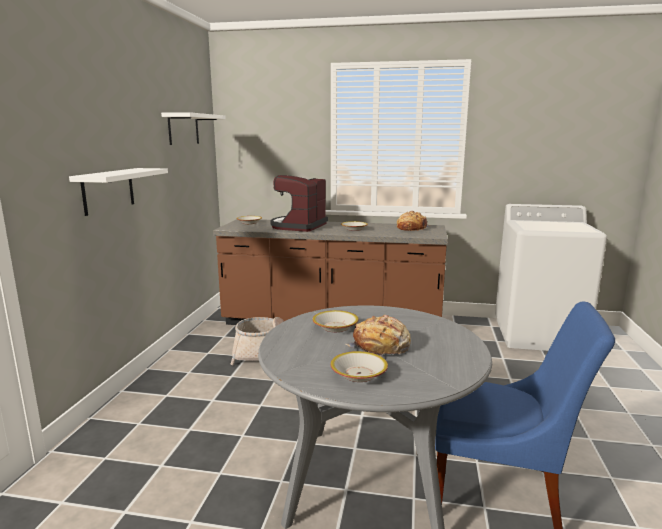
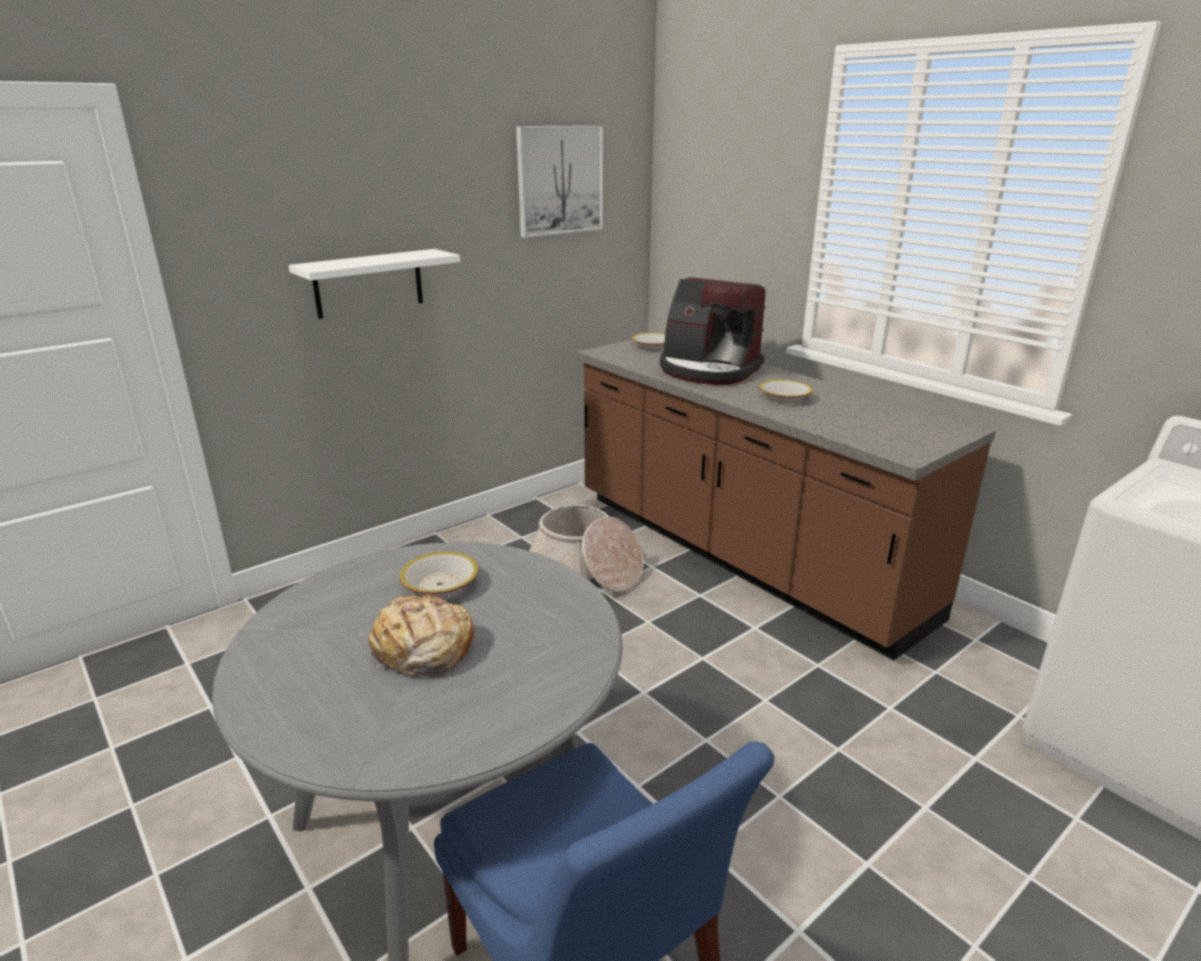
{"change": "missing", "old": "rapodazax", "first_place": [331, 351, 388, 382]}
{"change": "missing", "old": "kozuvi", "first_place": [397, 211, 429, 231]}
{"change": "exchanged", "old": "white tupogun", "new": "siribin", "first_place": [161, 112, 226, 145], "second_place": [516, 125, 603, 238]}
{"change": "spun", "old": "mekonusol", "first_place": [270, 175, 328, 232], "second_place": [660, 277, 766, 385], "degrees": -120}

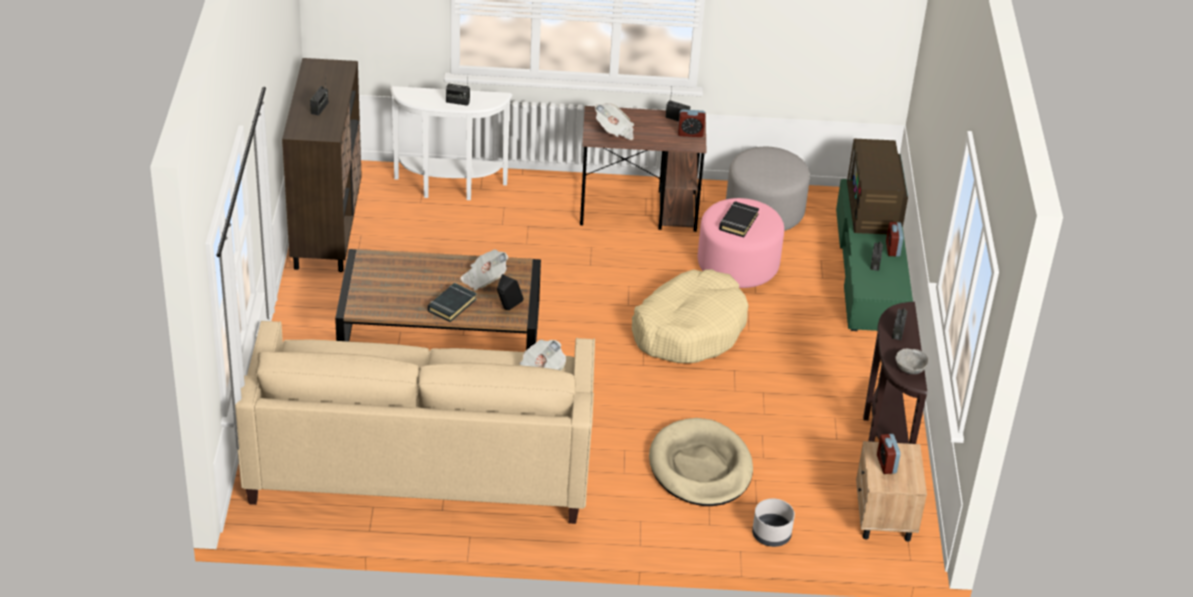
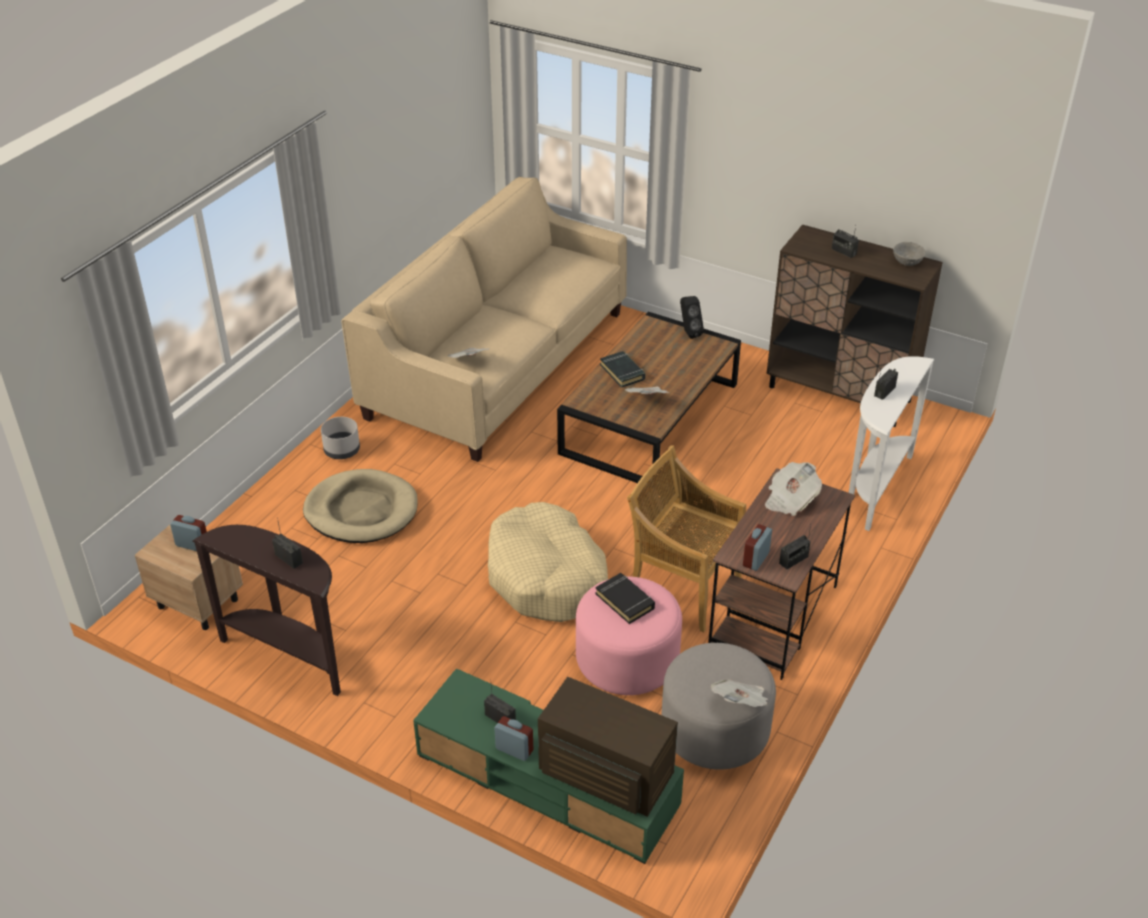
{"change": "appeared", "new": "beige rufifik", "second_place": [627, 445, 746, 632]}
{"change": "appeared", "new": "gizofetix", "second_place": [711, 679, 768, 707]}
{"change": "relocated", "old": "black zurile", "first_place": [497, 274, 524, 310], "second_place": [680, 296, 704, 339]}
{"change": "relocated", "old": "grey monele", "first_place": [752, 499, 795, 547], "second_place": [321, 417, 360, 459]}
{"change": "relocated", "old": "grey rapodazax", "first_place": [896, 348, 929, 374], "second_place": [893, 242, 925, 266]}

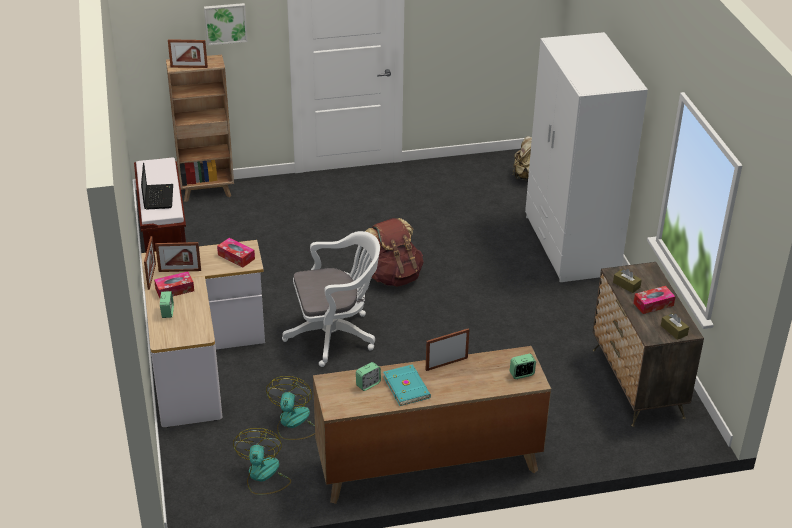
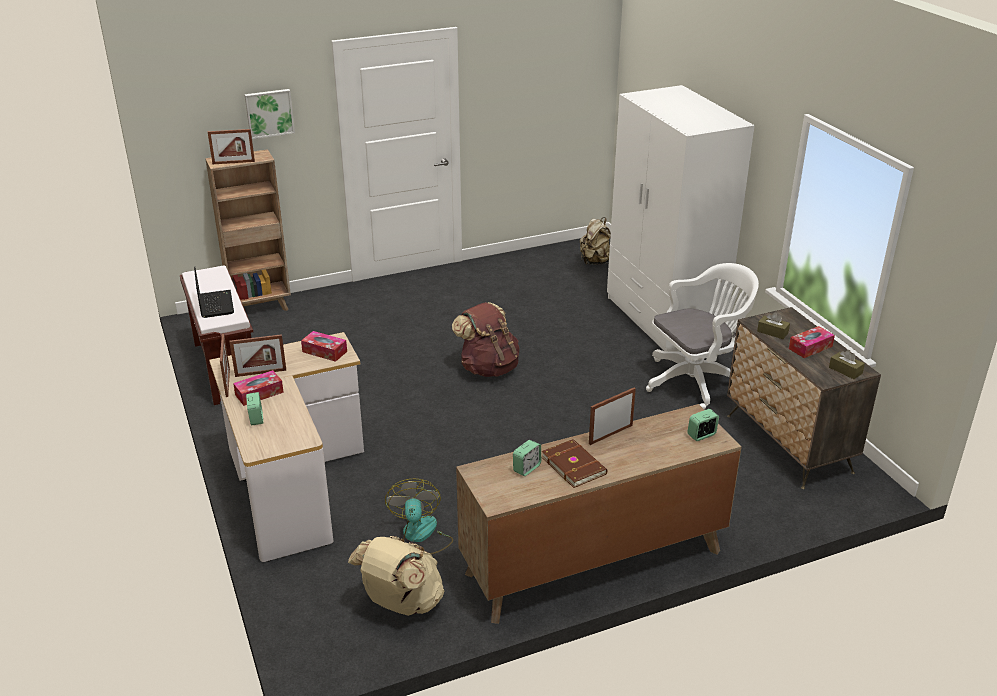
{"change": "relocated", "old": "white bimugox", "first_place": [282, 231, 380, 367], "second_place": [646, 263, 759, 410]}
{"change": "exchanged", "old": "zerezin", "new": "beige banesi", "first_place": [233, 428, 291, 495], "second_place": [348, 536, 445, 616]}
{"change": "colour", "old": "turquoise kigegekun", "new": "brown kigegekun", "first_place": [383, 364, 431, 406], "second_place": [541, 439, 607, 488]}

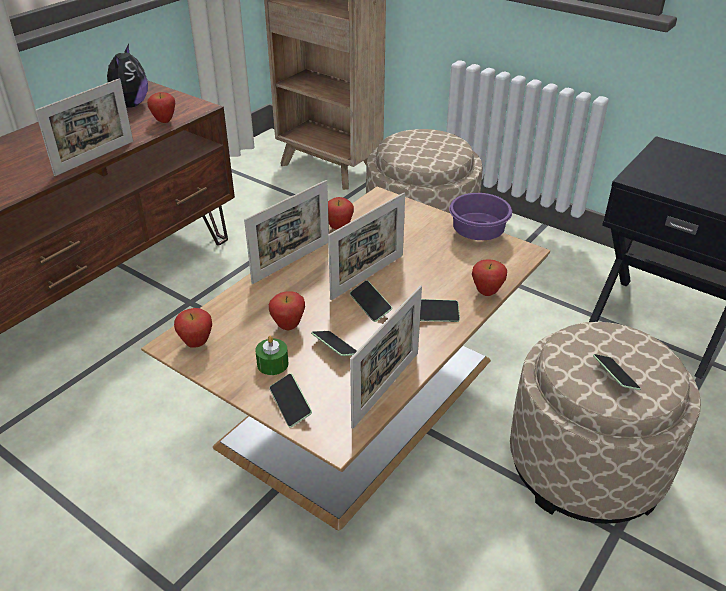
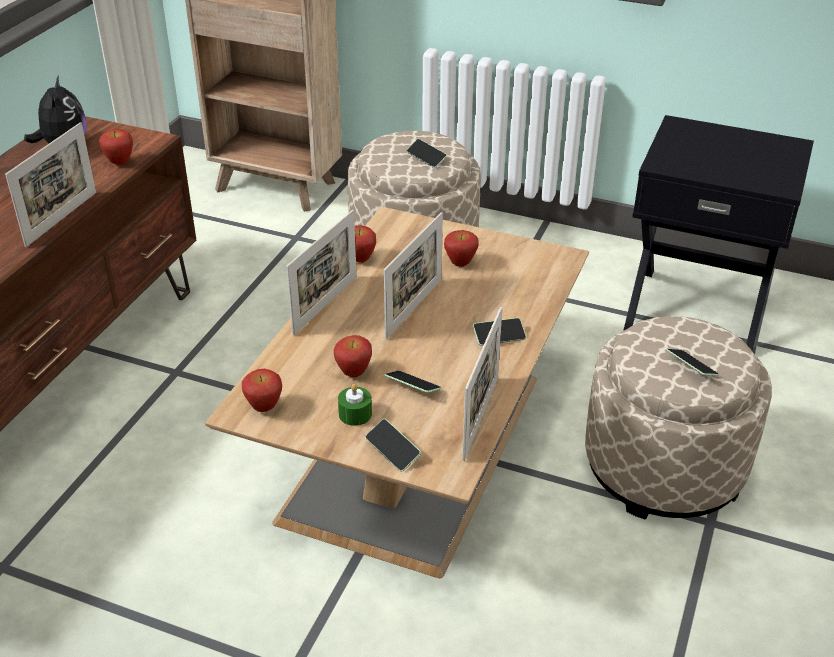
{"change": "missing", "old": "purple rapodazax", "first_place": [449, 193, 512, 240]}
{"change": "relocated", "old": "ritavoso", "first_place": [350, 280, 392, 322], "second_place": [406, 139, 447, 168]}
{"change": "relocated", "old": "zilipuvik", "first_place": [472, 259, 507, 296], "second_place": [444, 230, 479, 267]}

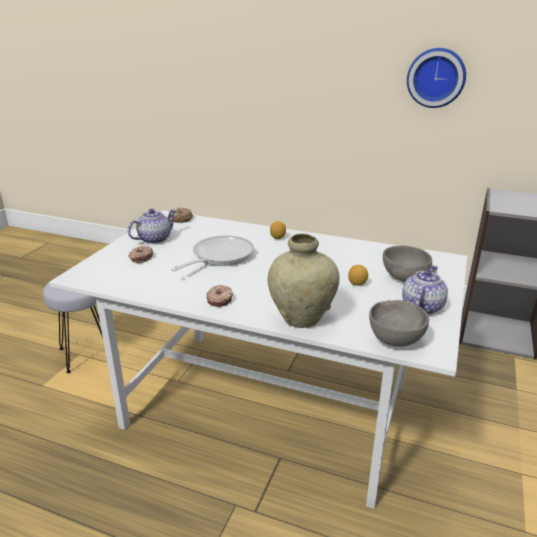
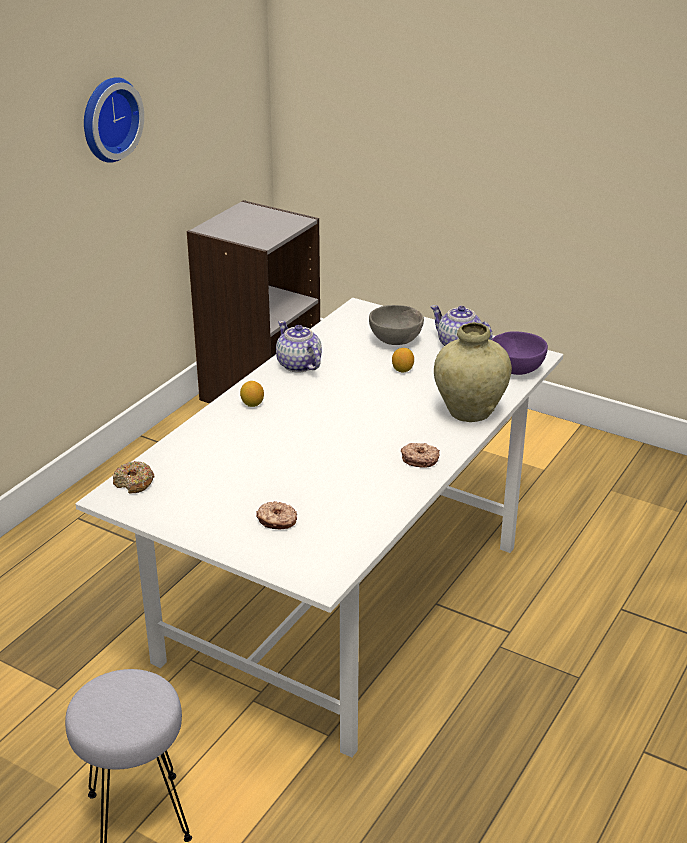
{"change": "missing", "old": "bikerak", "first_place": [170, 235, 254, 272]}
{"change": "relocated", "old": "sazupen", "first_place": [128, 209, 177, 244], "second_place": [276, 321, 322, 373]}
{"change": "colour", "old": "grey rapodazax", "new": "purple rapodazax", "first_place": [369, 300, 429, 347], "second_place": [492, 331, 548, 375]}

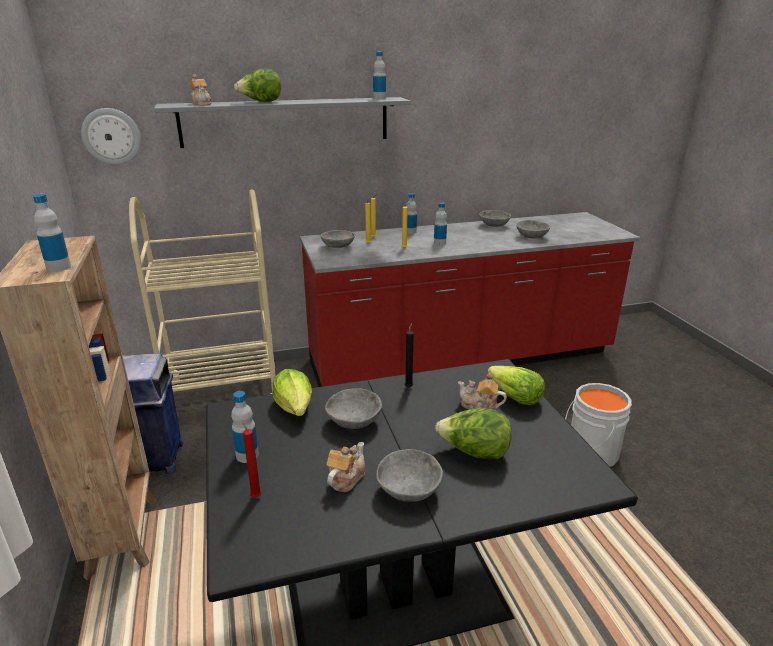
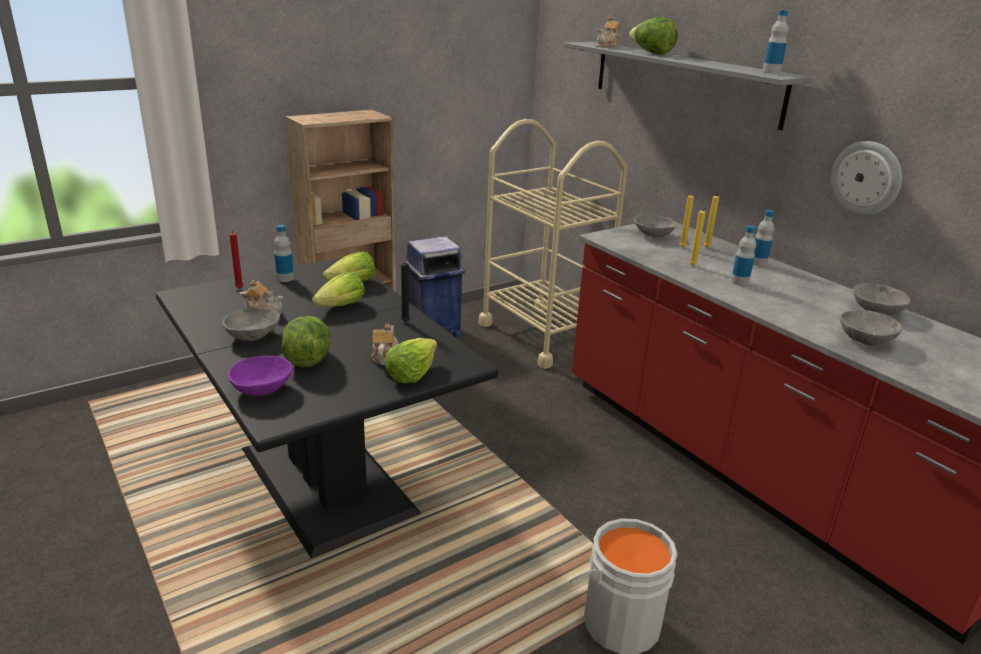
{"change": "missing", "old": "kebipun", "first_place": [33, 194, 71, 272]}
{"change": "appeared", "new": "purple rapodazax", "second_place": [228, 355, 293, 396]}
{"change": "relocated", "old": "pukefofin", "first_place": [81, 108, 141, 165], "second_place": [831, 141, 902, 215]}
{"change": "exchanged", "old": "grey rapodazax", "new": "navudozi", "first_place": [325, 388, 382, 429], "second_place": [312, 272, 365, 307]}

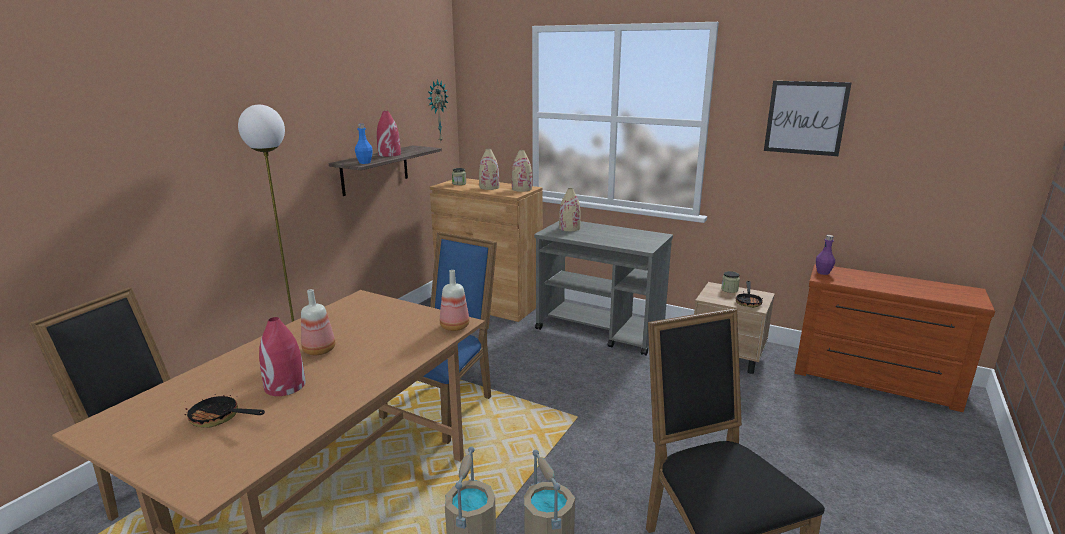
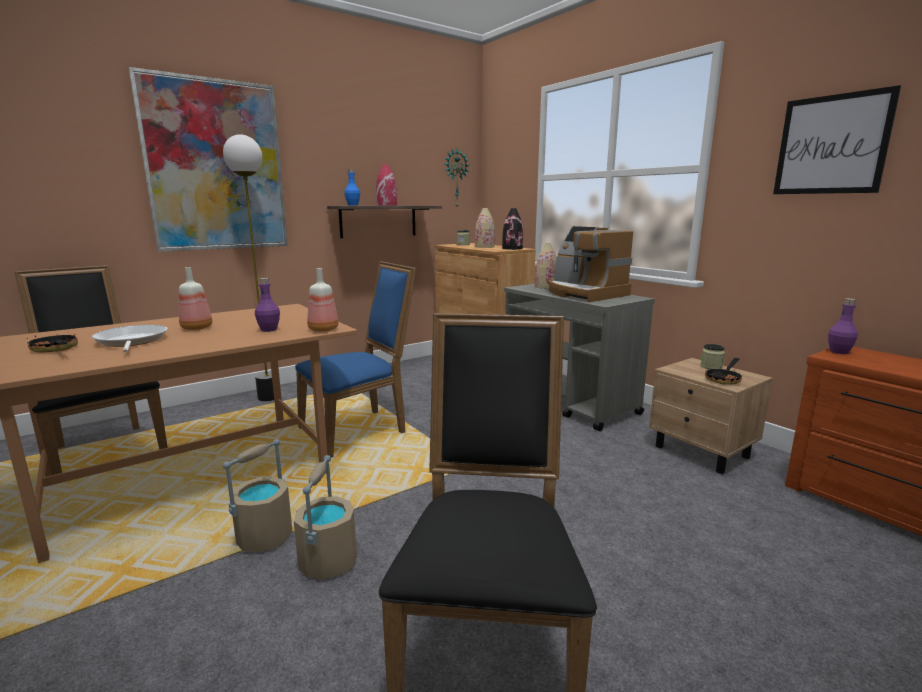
{"change": "appeared", "new": "siribin", "second_place": [129, 67, 288, 252]}
{"change": "appeared", "new": "purple kebipun", "second_place": [255, 278, 280, 332]}
{"change": "appeared", "new": "mekonusol", "second_place": [547, 226, 633, 302]}
{"change": "exchanged", "old": "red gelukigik", "new": "bikerak", "first_place": [259, 317, 306, 396], "second_place": [92, 325, 168, 353]}
{"change": "colour", "old": "beige gelukigik", "new": "black gelukigik", "first_place": [512, 150, 532, 192], "second_place": [502, 208, 523, 250]}

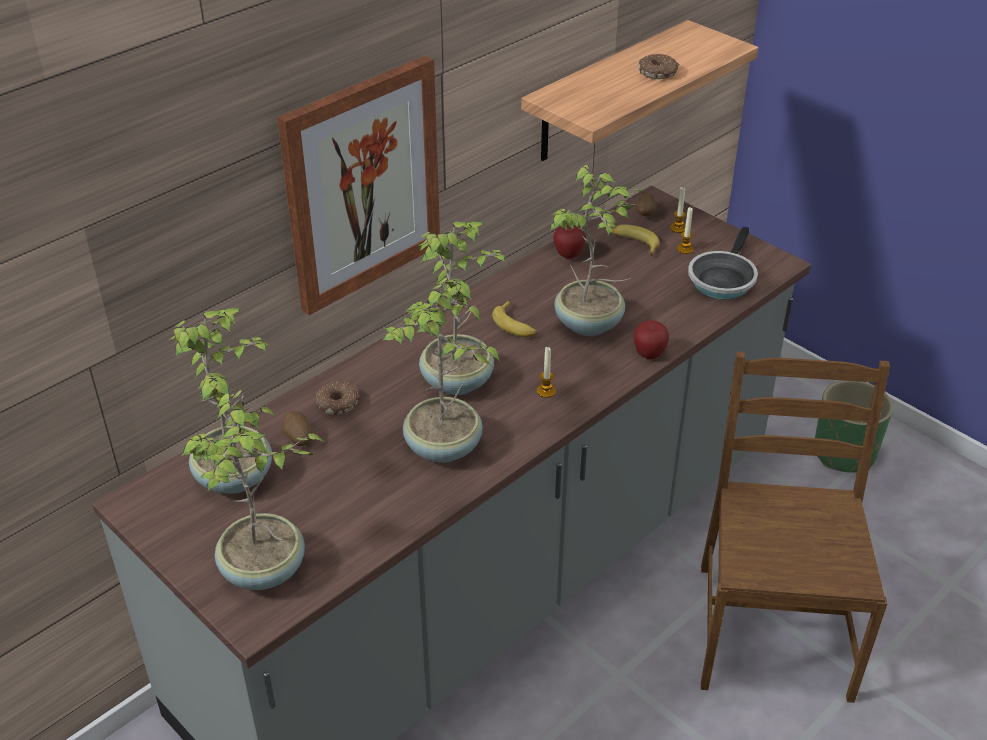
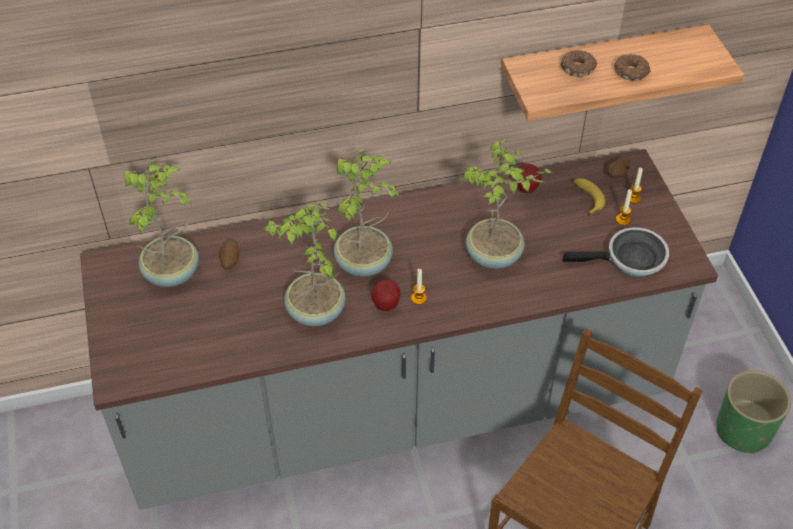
{"change": "missing", "old": "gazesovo", "first_place": [182, 390, 326, 590]}
{"change": "missing", "old": "siribin", "first_place": [277, 56, 440, 315]}
{"change": "missing", "old": "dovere", "first_place": [492, 300, 538, 338]}
{"change": "relocated", "old": "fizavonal", "first_place": [316, 381, 360, 415], "second_place": [561, 50, 597, 77]}
{"change": "relocated", "old": "zilipuvik", "first_place": [634, 320, 669, 359], "second_place": [371, 279, 400, 311]}
{"change": "spun", "old": "bikerak", "first_place": [688, 227, 758, 299], "second_place": [562, 227, 669, 277], "degrees": -150}

